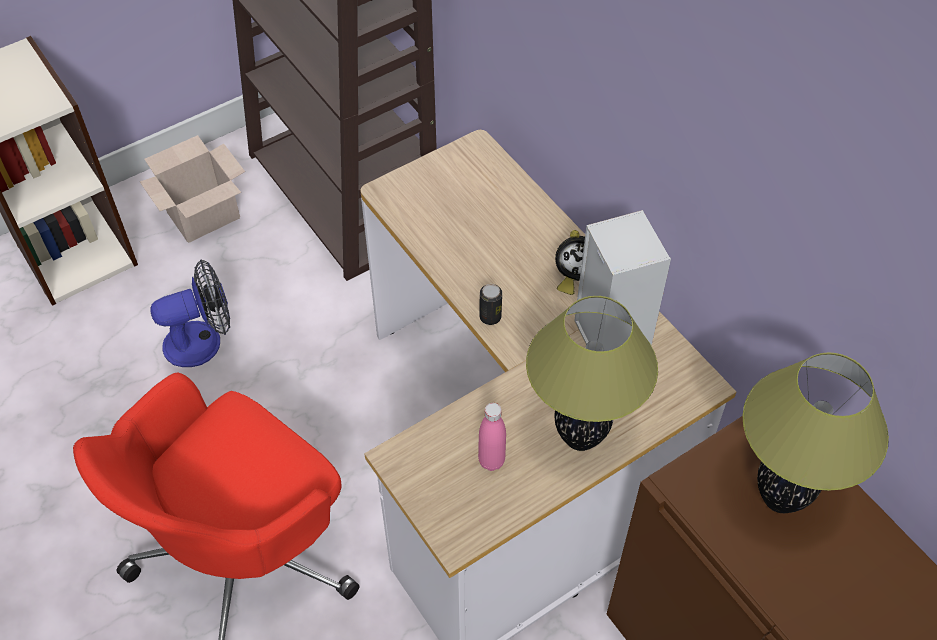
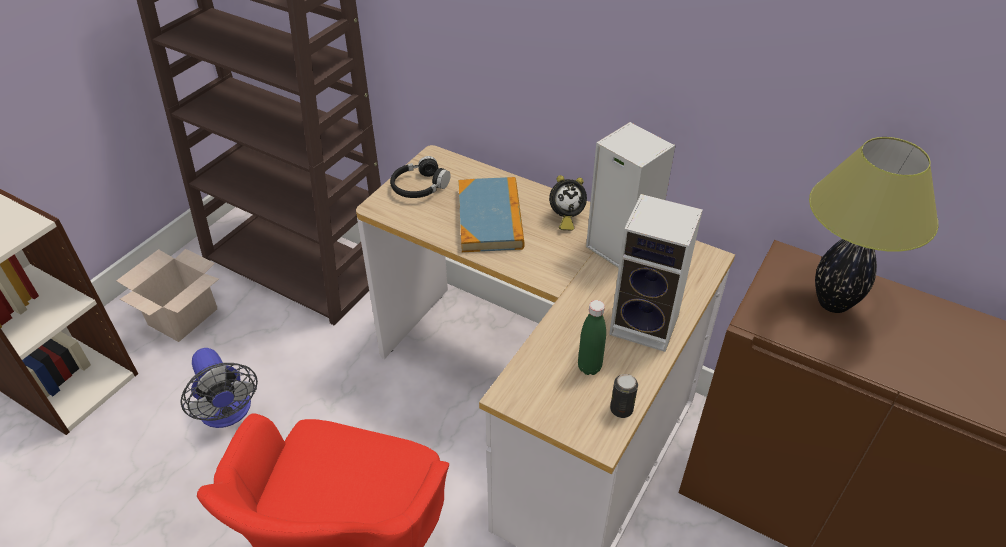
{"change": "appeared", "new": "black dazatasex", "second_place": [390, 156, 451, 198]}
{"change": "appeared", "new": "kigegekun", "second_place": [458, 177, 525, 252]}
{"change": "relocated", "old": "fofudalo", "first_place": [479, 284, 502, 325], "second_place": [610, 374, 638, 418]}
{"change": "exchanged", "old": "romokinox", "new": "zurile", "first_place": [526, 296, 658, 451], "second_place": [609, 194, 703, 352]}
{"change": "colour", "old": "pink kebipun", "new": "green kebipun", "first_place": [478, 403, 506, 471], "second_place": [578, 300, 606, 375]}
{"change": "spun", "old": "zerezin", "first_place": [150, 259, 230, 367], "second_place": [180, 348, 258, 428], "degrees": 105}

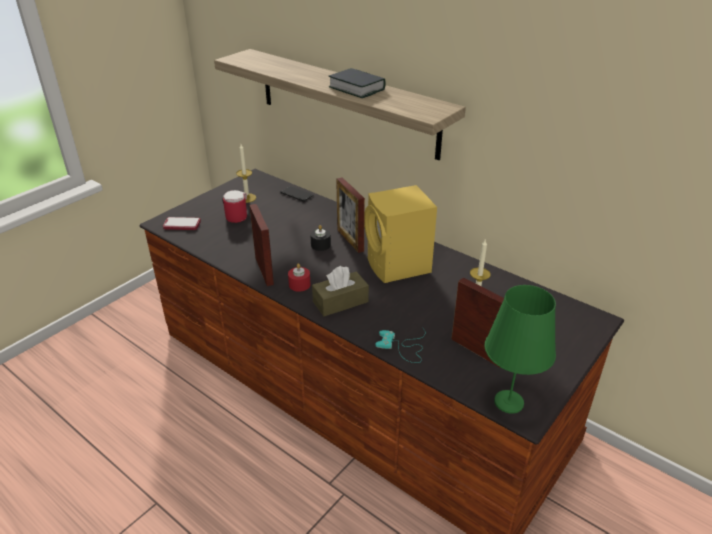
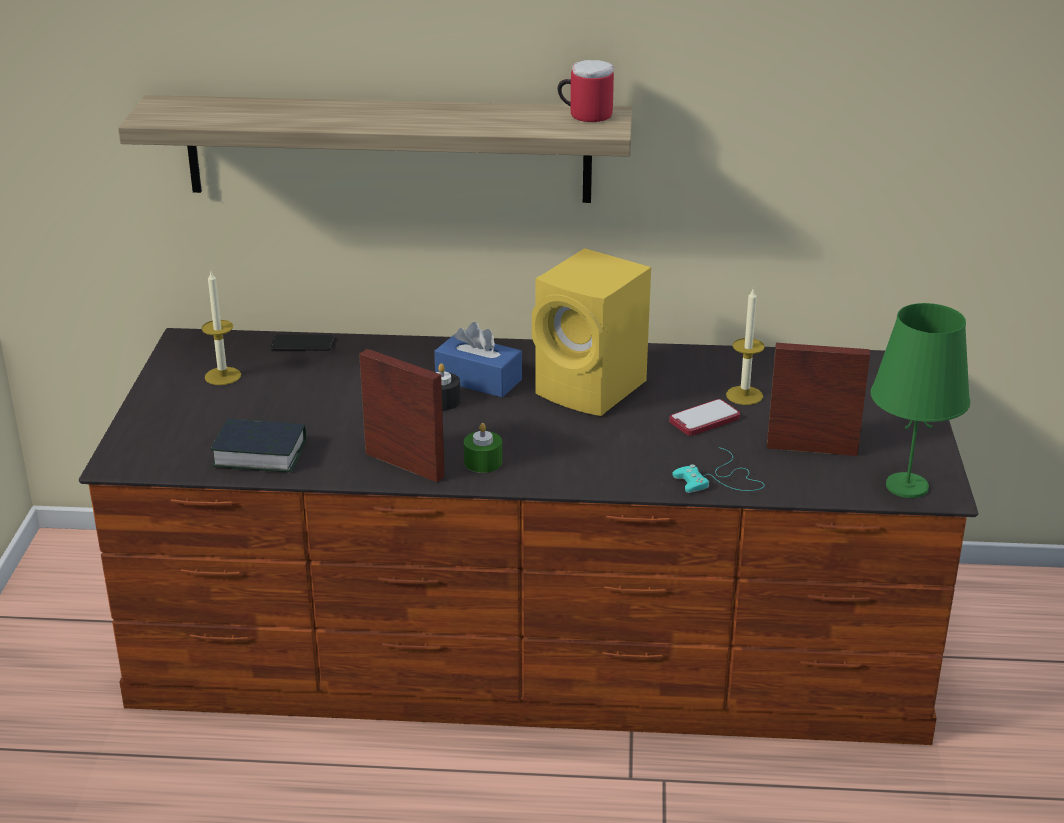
{"change": "missing", "old": "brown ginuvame", "first_place": [312, 266, 369, 316]}
{"change": "relocated", "old": "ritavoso", "first_place": [163, 217, 201, 230], "second_place": [669, 399, 740, 436]}
{"change": "relocated", "old": "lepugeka", "first_place": [222, 190, 247, 223], "second_place": [558, 60, 614, 122]}
{"change": "relocated", "old": "kigegekun", "first_place": [329, 68, 386, 98], "second_place": [211, 419, 306, 473]}
{"change": "exchanged", "old": "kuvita", "new": "blue ginuvame", "first_place": [336, 177, 365, 253], "second_place": [434, 322, 522, 397]}
{"change": "colour", "old": "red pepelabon", "new": "green pepelabon", "first_place": [288, 263, 311, 291], "second_place": [464, 423, 502, 473]}

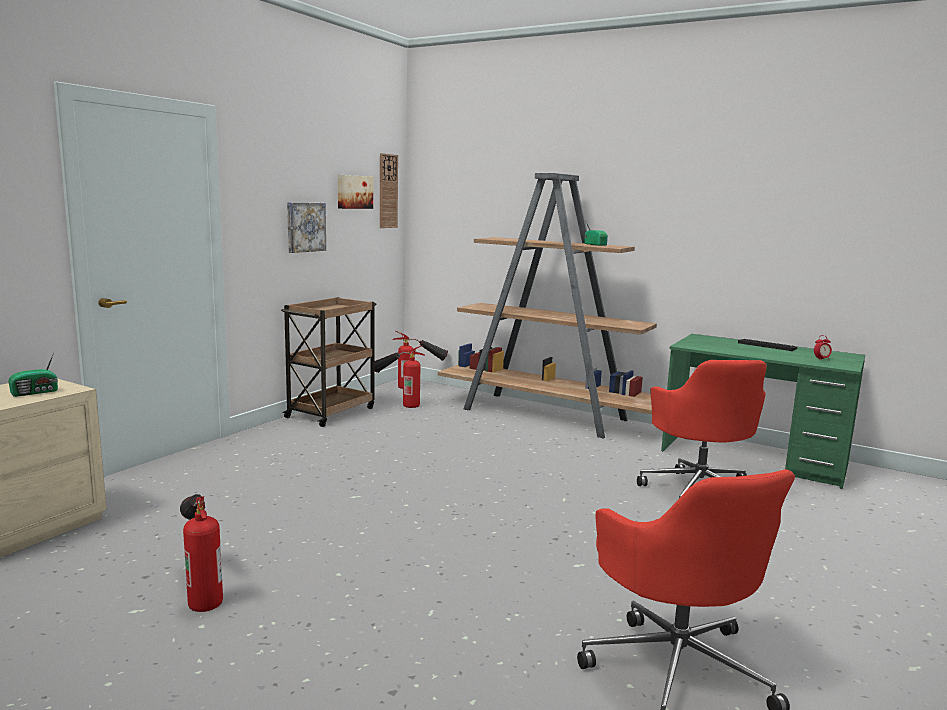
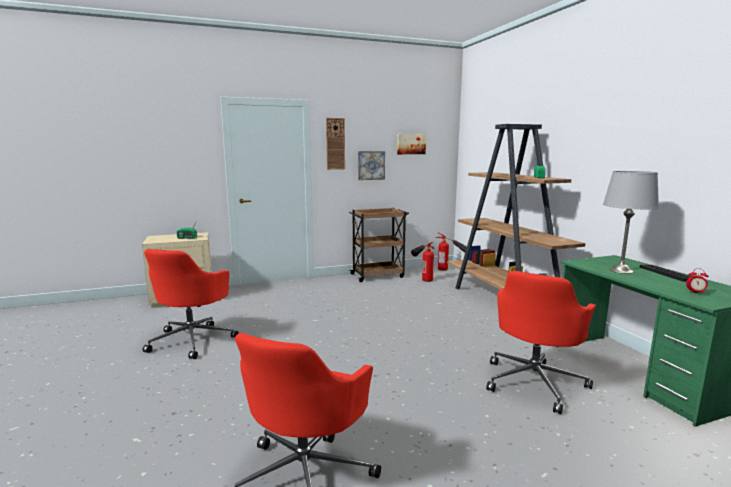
{"change": "appeared", "new": "grey romokinox", "second_place": [603, 171, 659, 274]}
{"change": "relocated", "old": "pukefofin", "first_place": [380, 153, 398, 228], "second_place": [326, 118, 345, 170]}
{"change": "exchanged", "old": "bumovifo", "new": "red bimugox", "first_place": [180, 494, 223, 612], "second_place": [143, 249, 239, 359]}

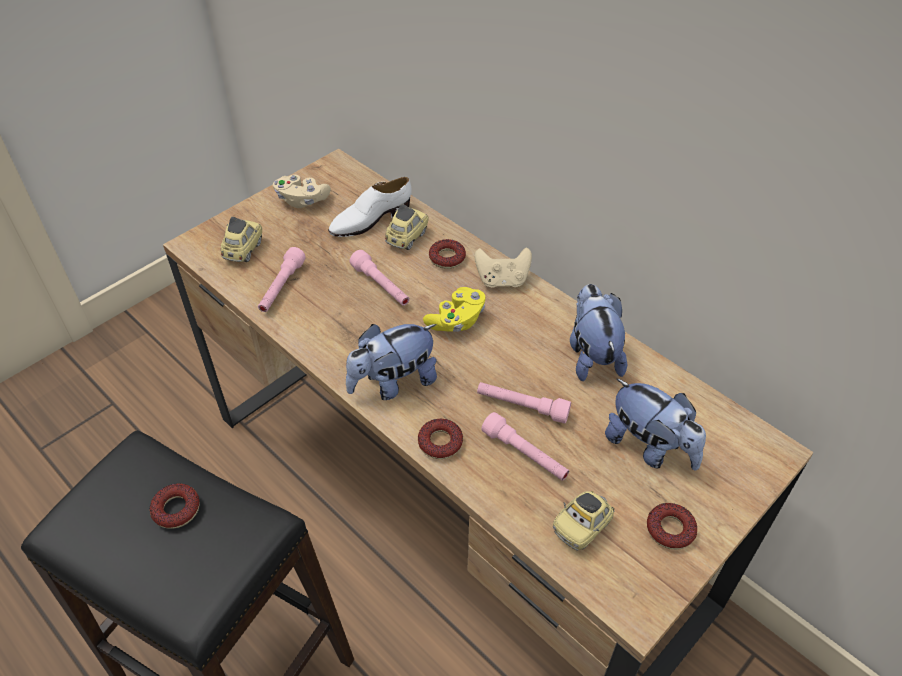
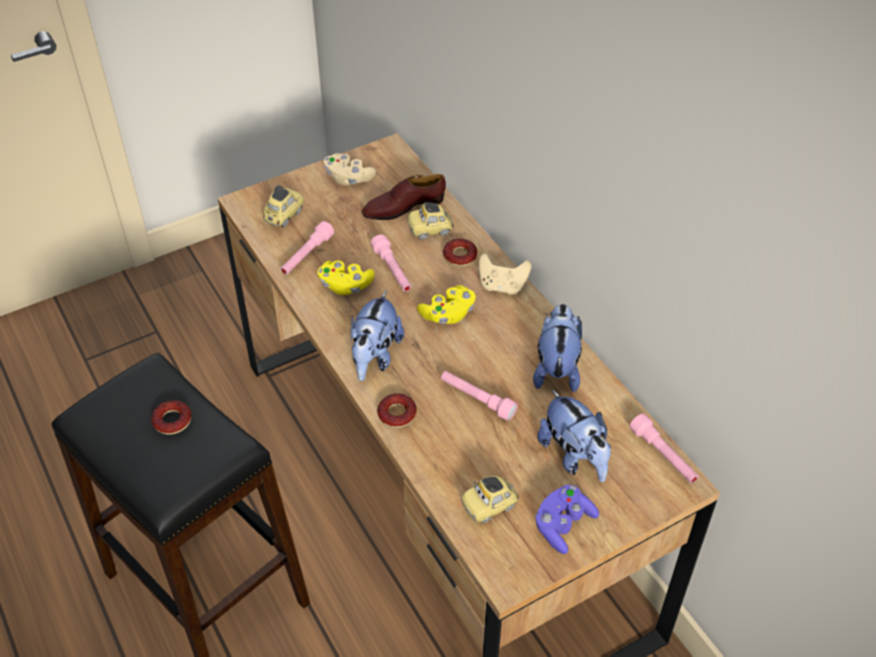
{"change": "appeared", "new": "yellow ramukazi", "second_place": [317, 261, 375, 295]}
{"change": "relocated", "old": "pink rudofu", "first_place": [481, 412, 569, 481], "second_place": [630, 414, 698, 483]}
{"change": "exchanged", "old": "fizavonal", "new": "purple ramukazi", "first_place": [647, 503, 697, 550], "second_place": [535, 485, 599, 554]}
{"change": "colour", "old": "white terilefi", "new": "brown terilefi", "first_place": [328, 177, 412, 237], "second_place": [361, 174, 446, 220]}
{"change": "spun", "old": "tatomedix", "first_place": [346, 324, 437, 400], "second_place": [351, 291, 404, 381], "degrees": -60}
{"change": "spun", "old": "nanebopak", "first_place": [385, 204, 428, 250], "second_place": [407, 202, 454, 240], "degrees": -150}

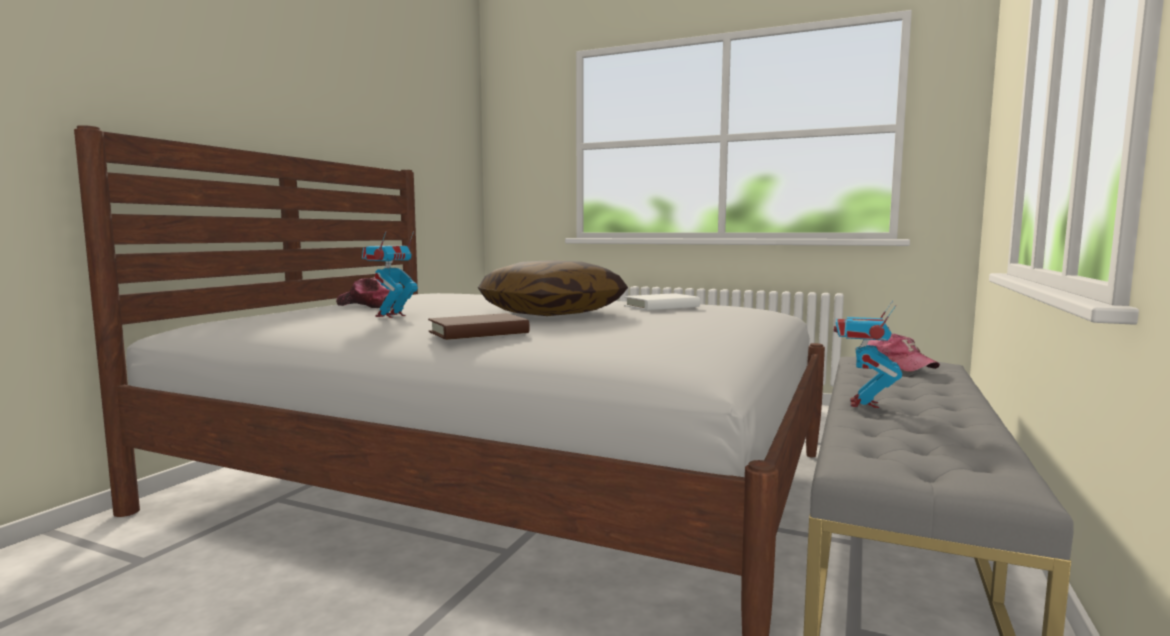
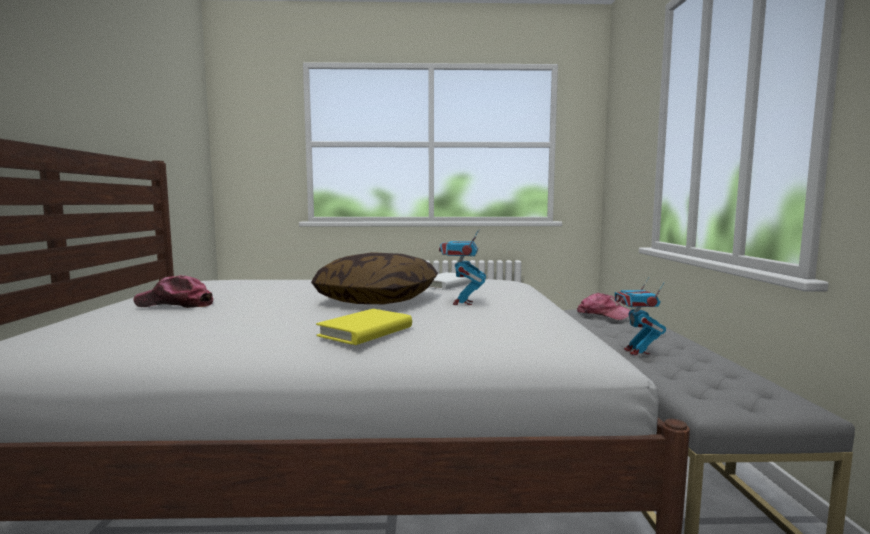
{"change": "relocated", "old": "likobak", "first_place": [362, 231, 418, 318], "second_place": [439, 229, 486, 305]}
{"change": "colour", "old": "brown kigegekun", "new": "yellow kigegekun", "first_place": [428, 313, 530, 340], "second_place": [316, 309, 412, 345]}

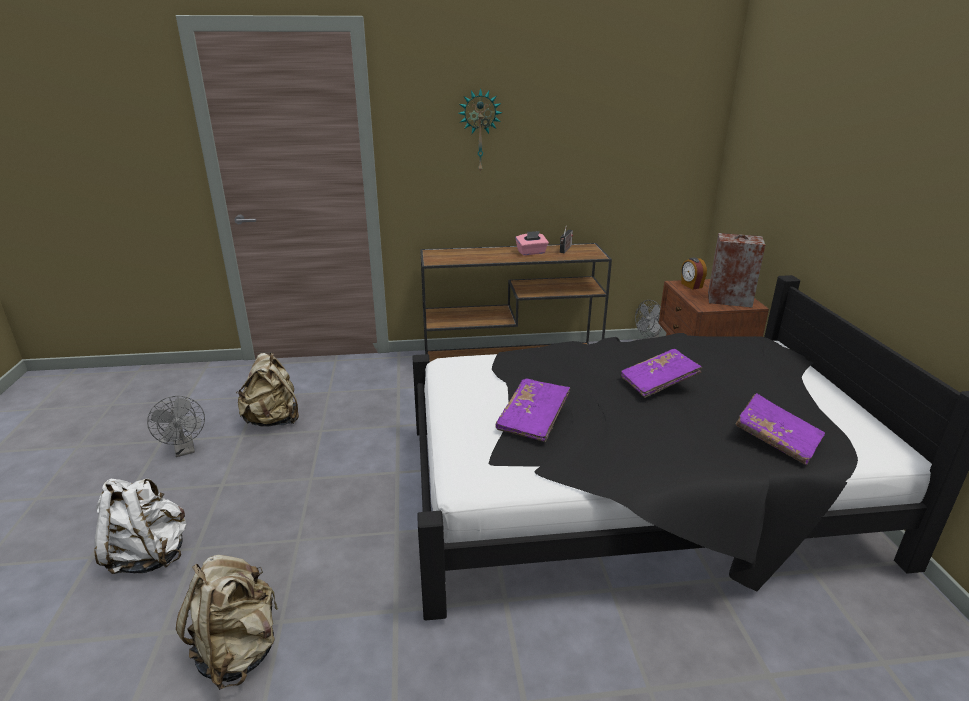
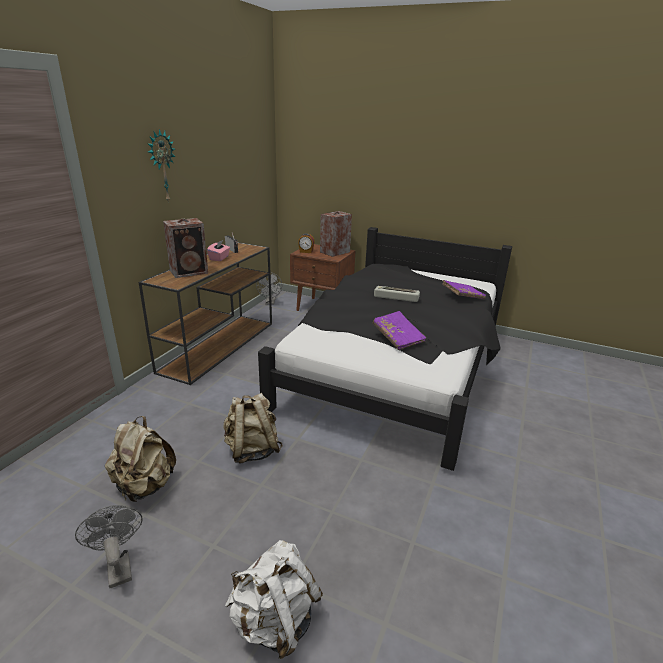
{"change": "appeared", "new": "zurile", "second_place": [163, 218, 208, 278]}
{"change": "relocated", "old": "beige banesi", "first_place": [176, 555, 278, 690], "second_place": [223, 393, 283, 463]}
{"change": "exchanged", "old": "purple kigegekun", "new": "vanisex", "first_place": [621, 349, 702, 398], "second_place": [374, 286, 420, 302]}
{"change": "spun", "old": "grey zerezin", "first_place": [147, 396, 205, 457], "second_place": [75, 505, 142, 588], "degrees": -120}

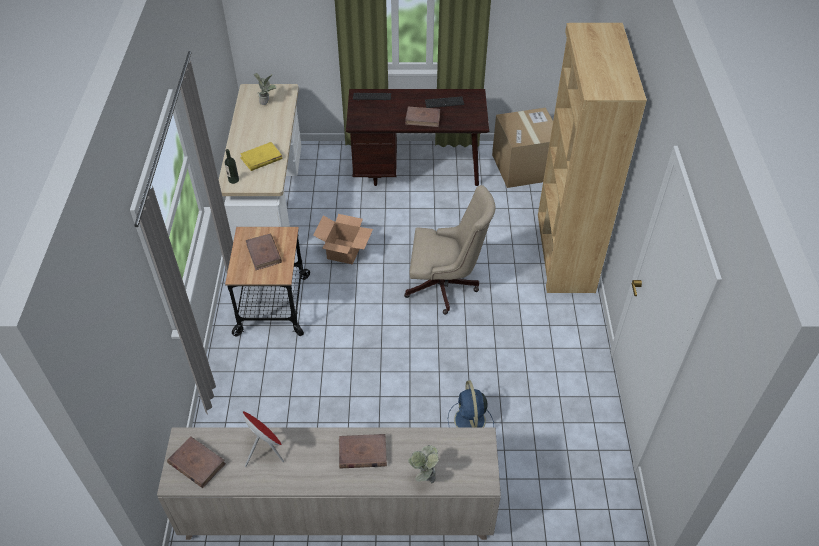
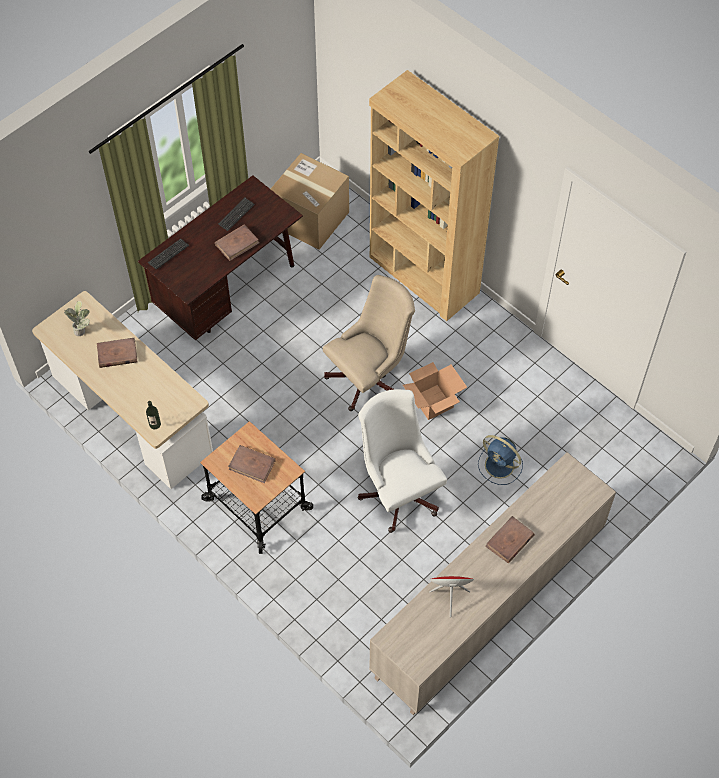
{"change": "missing", "old": "yellow kigegekun", "first_place": [240, 142, 282, 171]}
{"change": "missing", "old": "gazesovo", "first_place": [408, 445, 439, 484]}
{"change": "appeared", "new": "white bimugox", "second_place": [358, 389, 447, 533]}
{"change": "relocated", "old": "brown kigegekun", "first_place": [167, 436, 226, 488], "second_place": [97, 338, 138, 368]}
{"change": "relocated", "old": "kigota", "first_place": [313, 214, 373, 265], "second_place": [403, 362, 467, 420]}

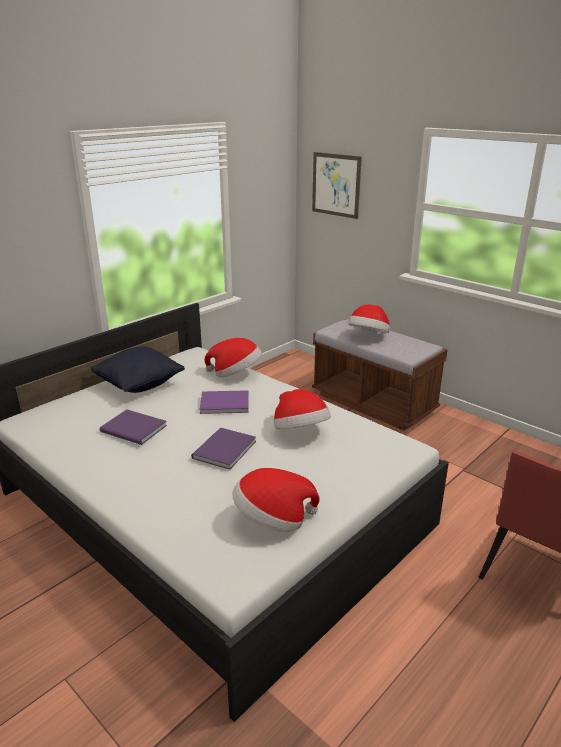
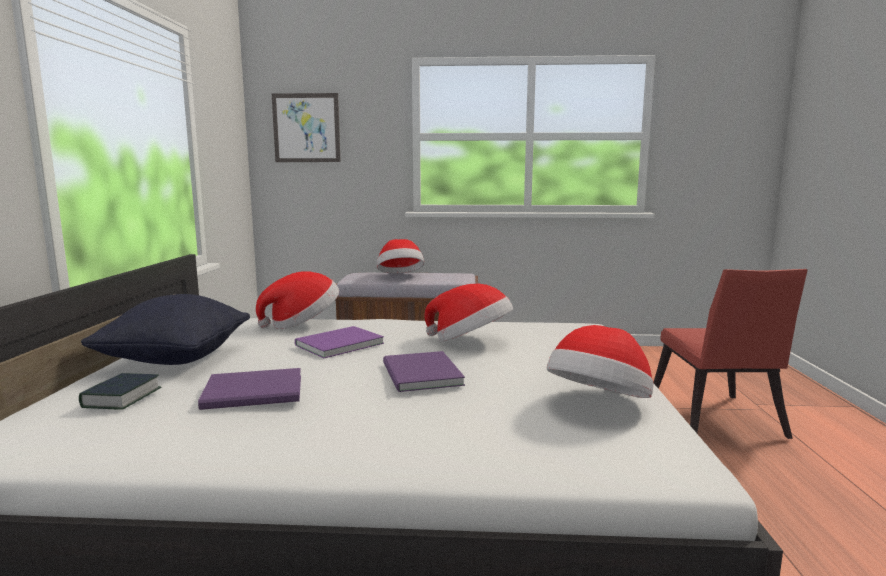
{"change": "appeared", "new": "kigegekun", "second_place": [79, 373, 162, 410]}

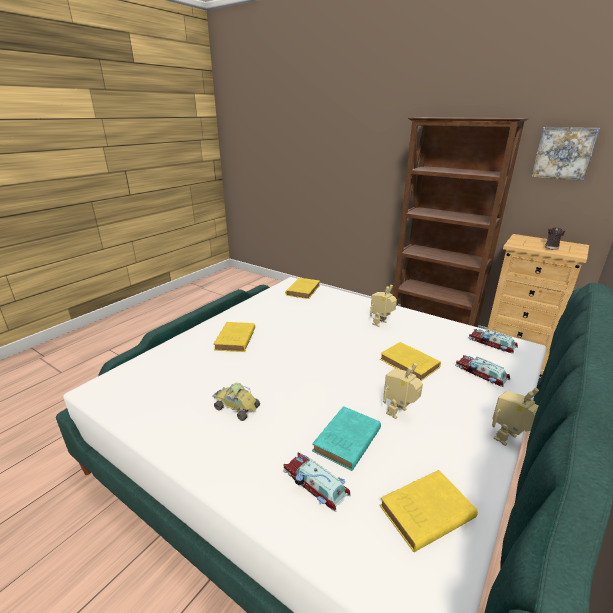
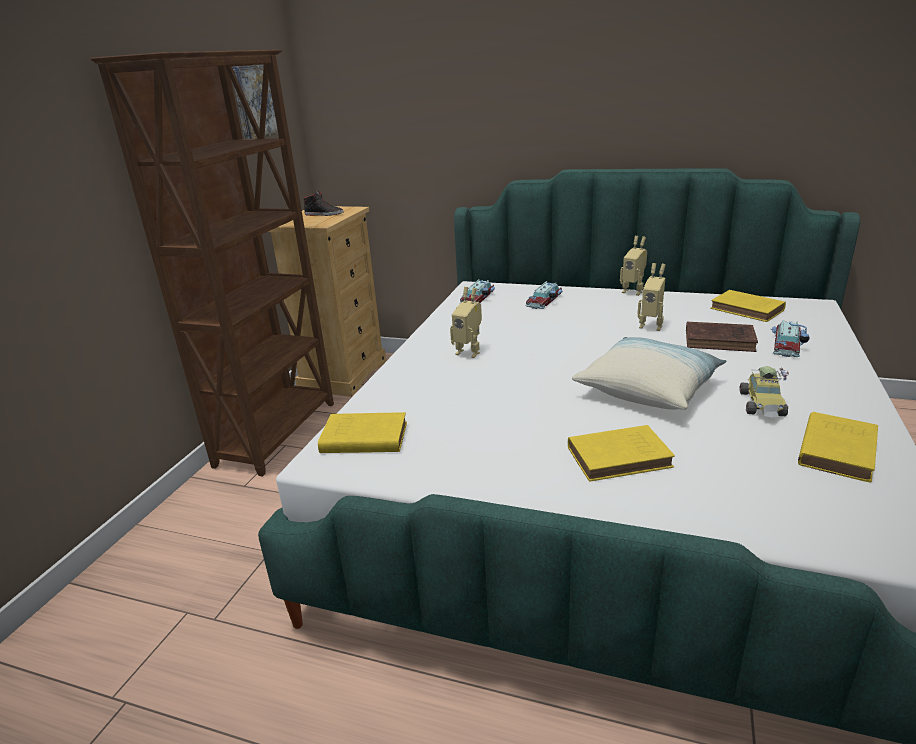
{"change": "appeared", "new": "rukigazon", "second_place": [572, 337, 727, 410]}
{"change": "relocated", "old": "yellow kigegekun", "first_place": [380, 342, 441, 381], "second_place": [798, 412, 878, 483]}
{"change": "colour", "old": "turquoise kigegekun", "new": "brown kigegekun", "first_place": [312, 406, 381, 471], "second_place": [686, 322, 758, 352]}

